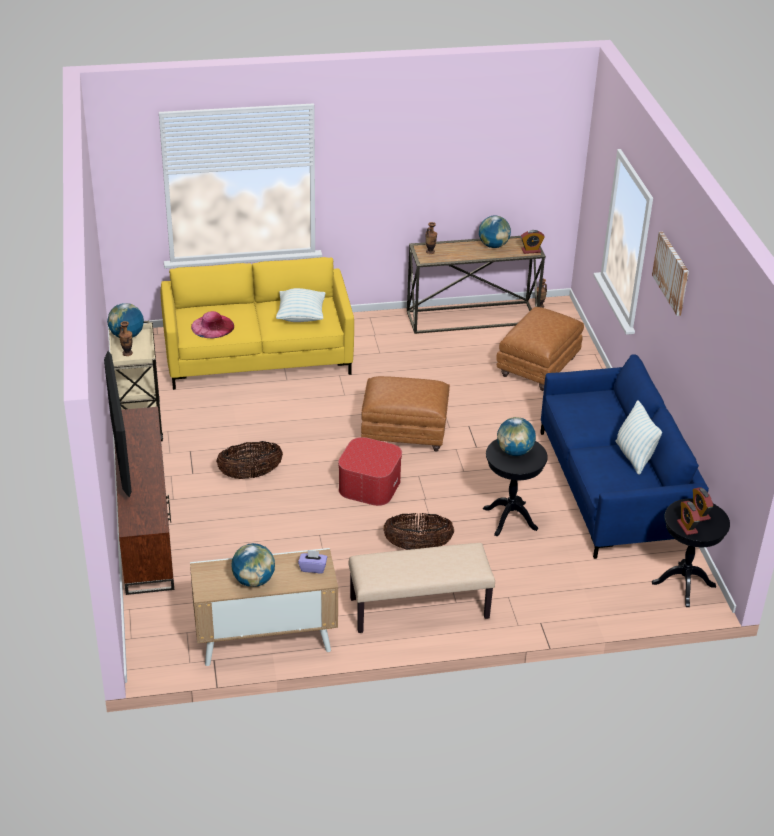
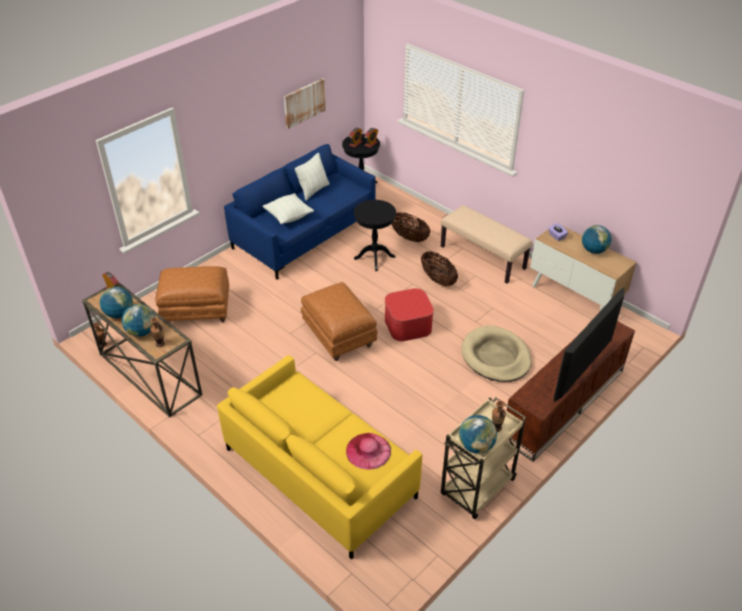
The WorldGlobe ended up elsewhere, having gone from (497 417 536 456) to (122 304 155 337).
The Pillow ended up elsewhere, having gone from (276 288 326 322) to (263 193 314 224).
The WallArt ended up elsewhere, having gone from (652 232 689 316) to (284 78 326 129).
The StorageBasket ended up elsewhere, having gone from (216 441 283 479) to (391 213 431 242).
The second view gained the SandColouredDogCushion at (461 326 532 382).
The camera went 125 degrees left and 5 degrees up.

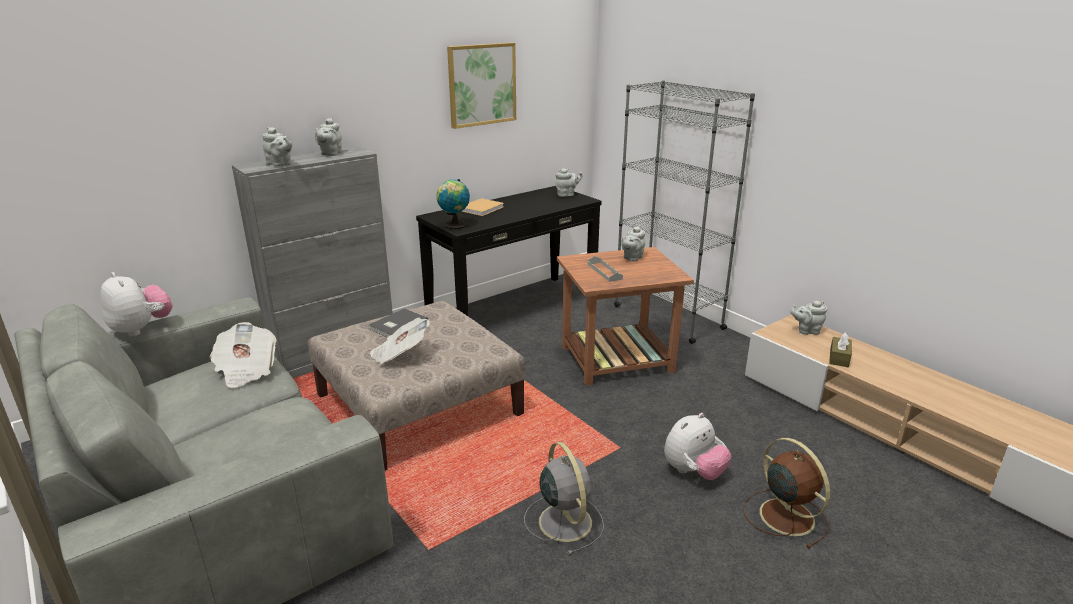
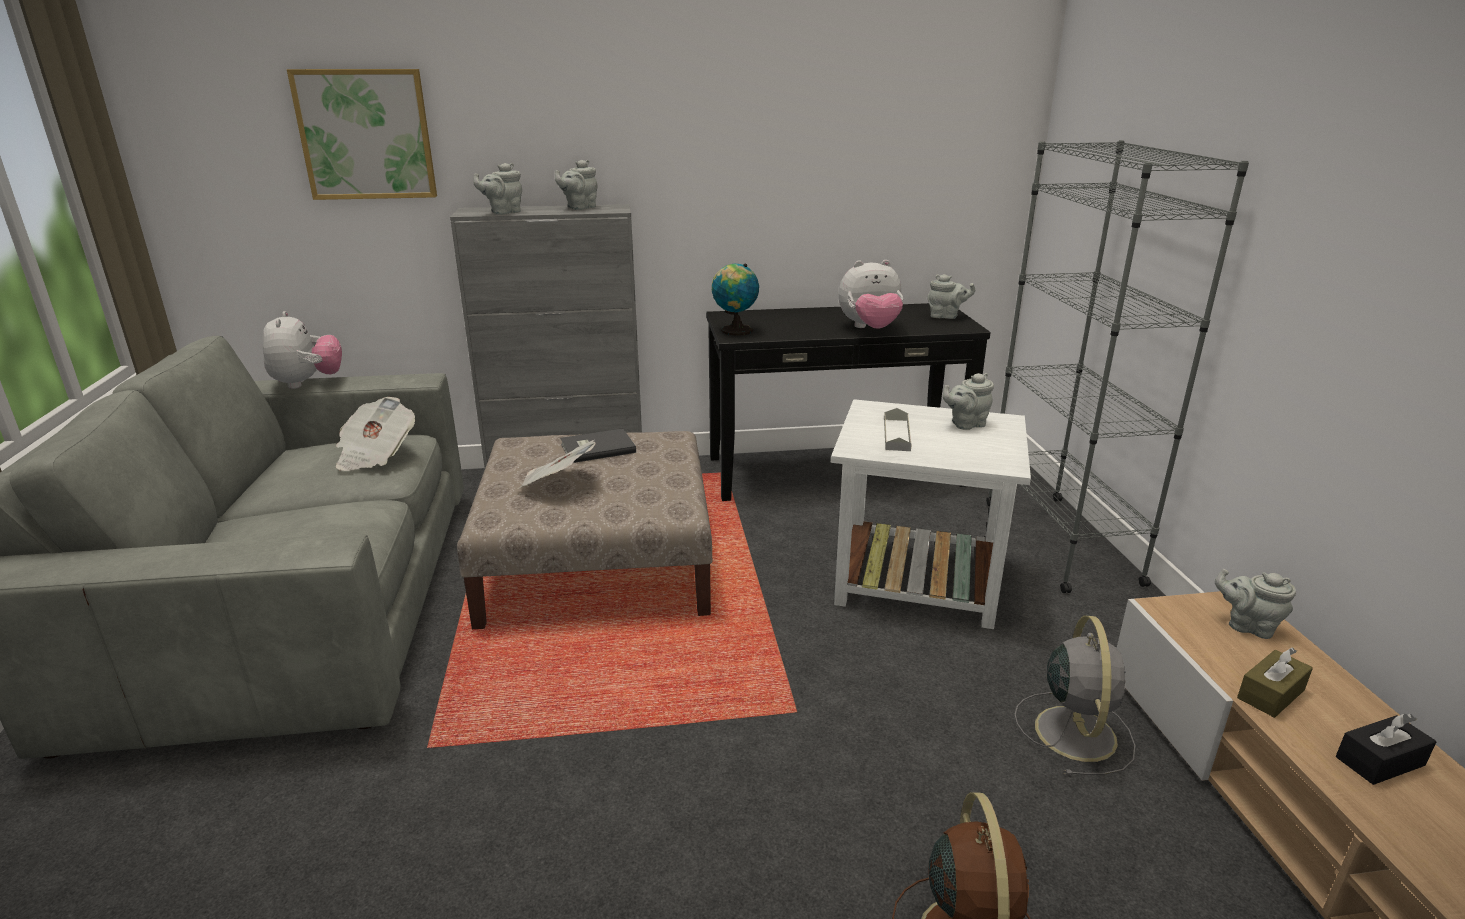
The WallArt ended up elsewhere, having gone from (447 43 516 129) to (287 69 437 200).
The GreyishTeaPot at (262 127 292 166) ended up facing another way, 75 degrees clockwise from before.
What was the BrownSideTable at (557 247 694 386) turned into the WhiteSideTable at (831 399 1031 629).
The CuddlyToy ended up elsewhere, having gone from (664 413 732 480) to (838 260 904 329).
The GreyishElectricFan ended up elsewhere, having gone from (524 442 604 555) to (1014 615 1136 776).
The second view gained the BlackColouredBoxOfTissues at (1336 714 1436 785).
The second view lost the SandColouredBoundBook at (461 198 504 216).
The camera went 30 degrees right and 0 degrees up.

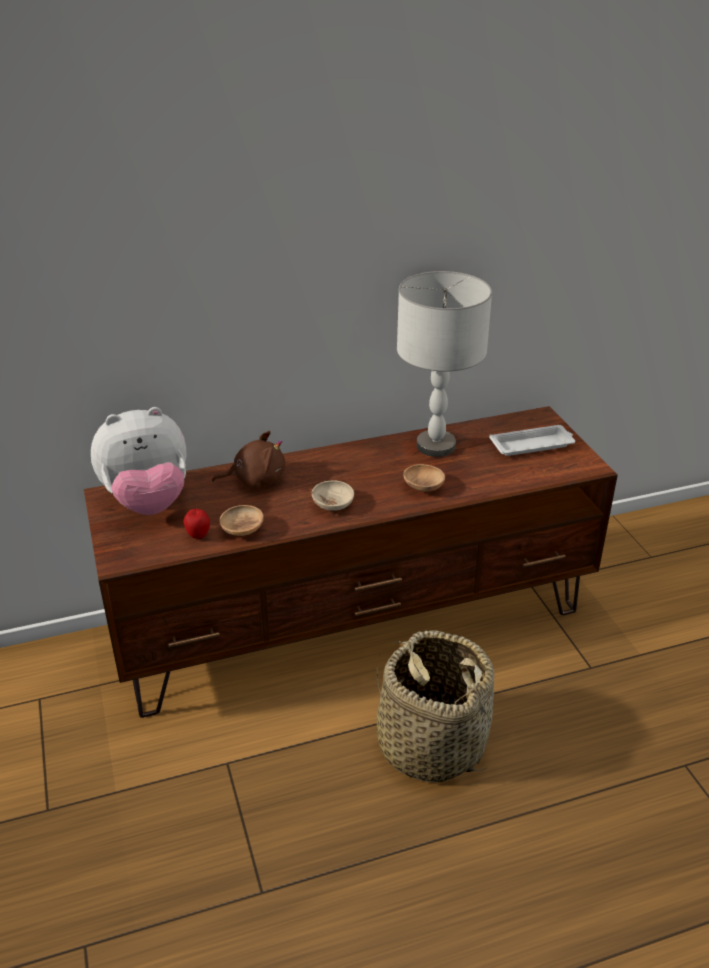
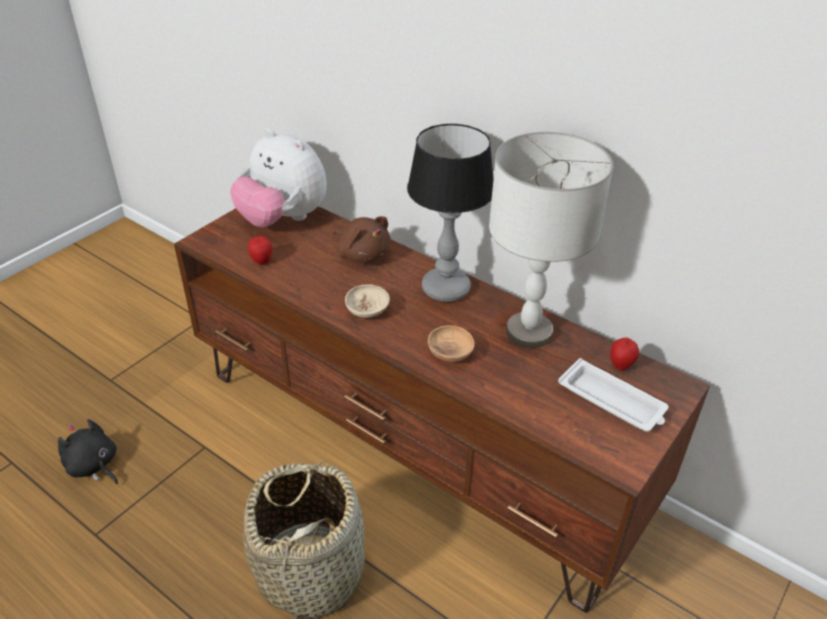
The second view gained the BlackColouredCuddlyToy at (58 419 118 484).
The second view gained the TableLamp at (407 124 494 302).
The second view gained the AppleFruit at (610 337 639 371).
The second view lost the BrownServingBowl at (219 505 264 536).
The camera went 55 degrees right and 5 degrees up.

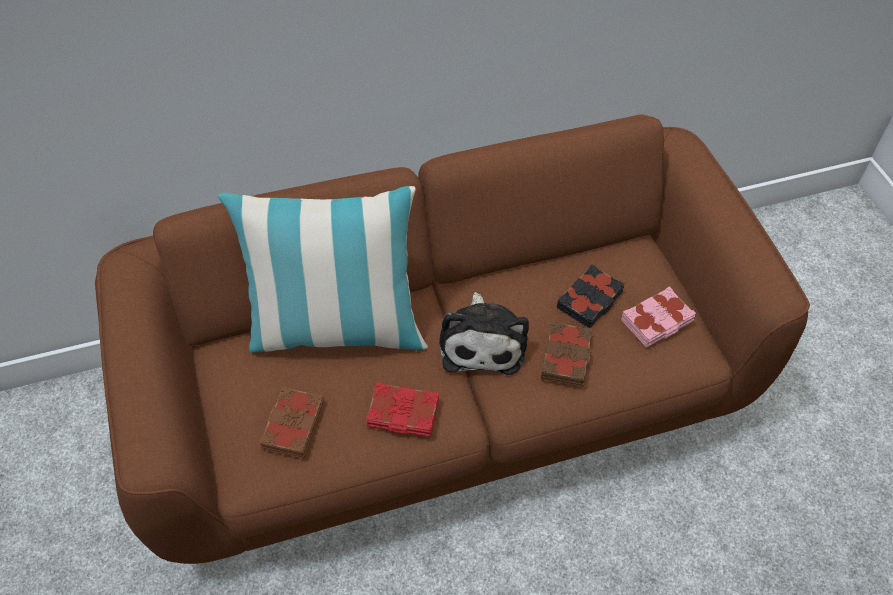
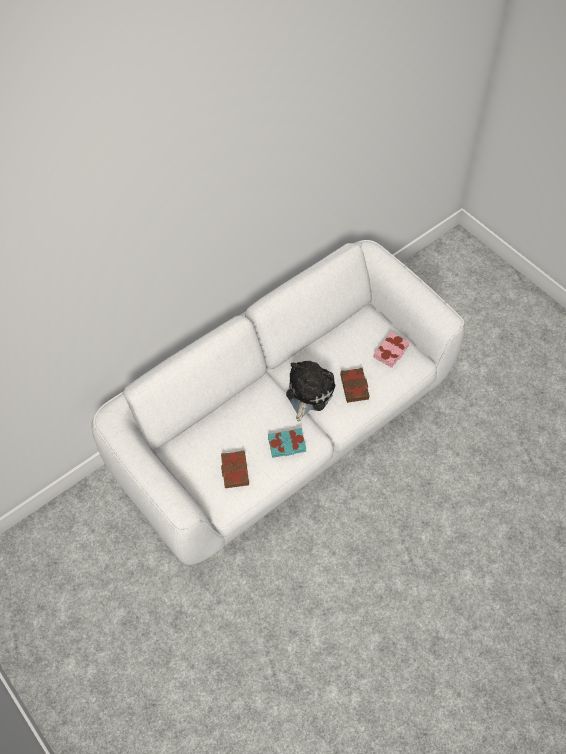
What was the BrownSettee at (95 114 810 564) turned into the WhiteSettee at (91 240 465 565).
What was the RedBoundBook at (366 382 439 437) turned into the TurquoiseBoundBook at (268 428 306 458).
The CuddlyToy at (439 292 529 375) ended up facing another way, 135 degrees counterclockwise from before.
The second view lost the Pillow at (217 186 428 353).
The second view lost the BlackColouredBoundBook at (557 264 625 328).
The camera went 20 degrees left and 5 degrees up.

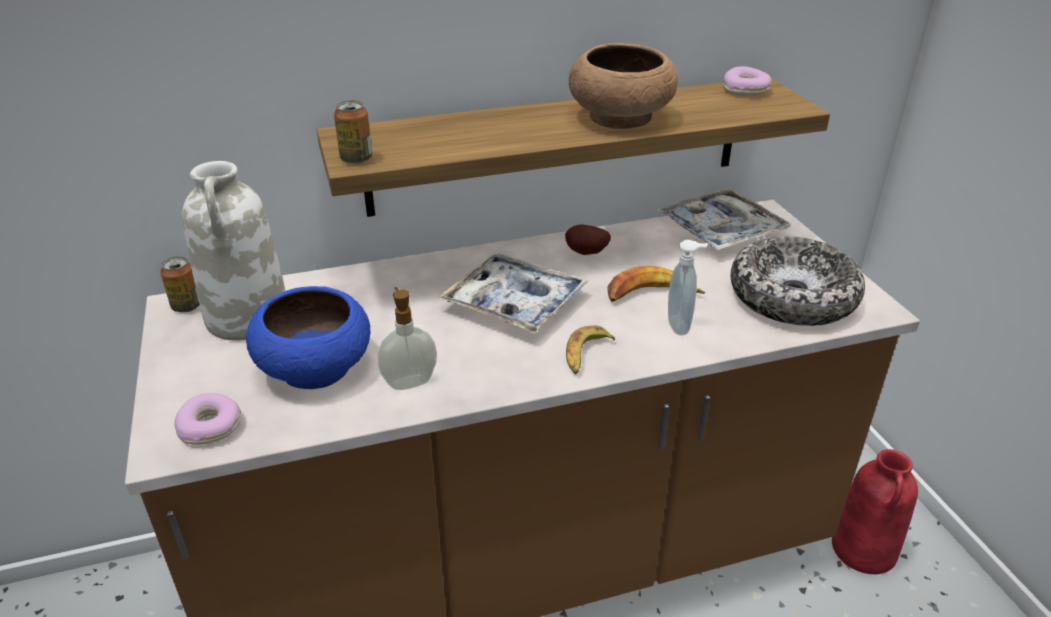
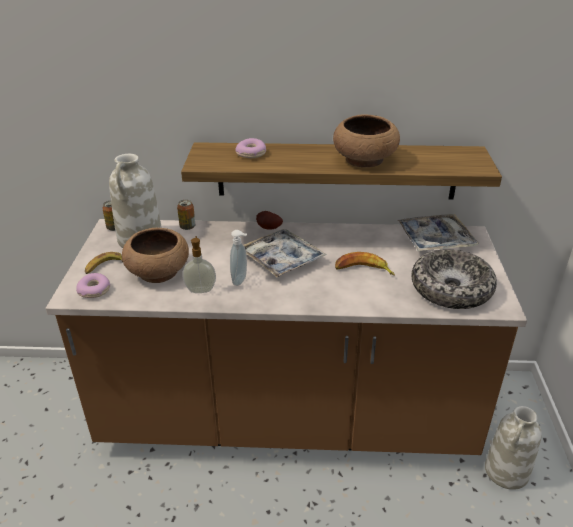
The BananaFruit ended up elsewhere, having gone from (566 325 615 374) to (85 252 123 274).
What was the BlueColouredServingBowl at (246 286 371 389) turned into the BrownServingBowl at (122 228 189 283).
The Can ended up elsewhere, having gone from (334 100 372 164) to (177 200 195 230).
The SoapDispenser ended up elsewhere, having gone from (668 240 707 335) to (230 230 247 286).
The Doughnut ended up elsewhere, having gone from (723 66 771 96) to (235 138 266 158).
The WholePotato ended up elsewhere, having gone from (565 225 611 255) to (256 211 283 230).
What was the RedFlowerVase at (832 449 918 574) turned into the WhiteFlowerVase at (485 406 542 490).
The camera went 20 degrees right and 0 degrees up.

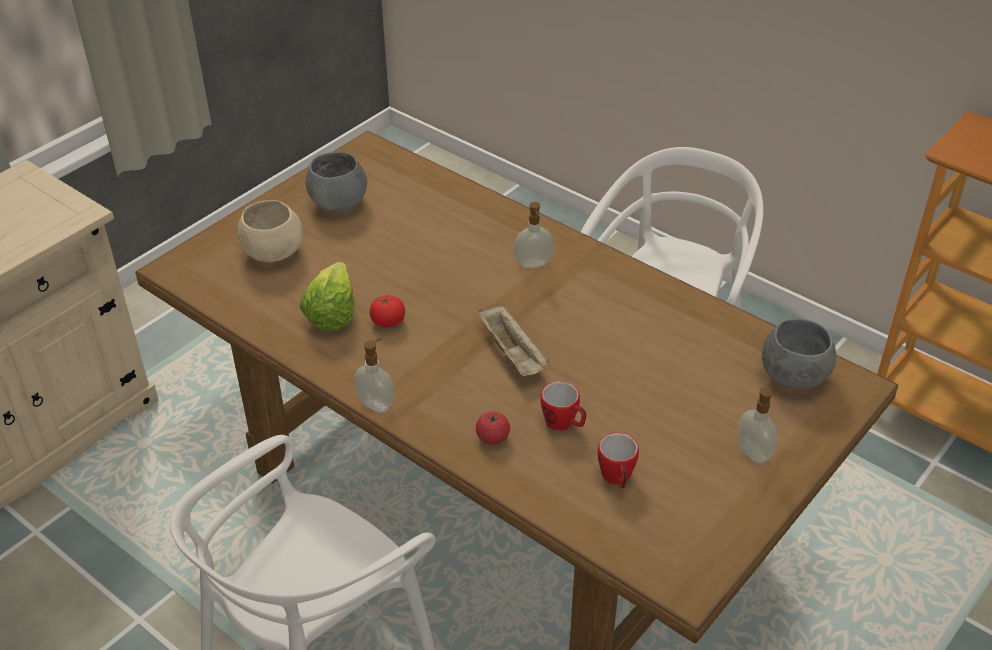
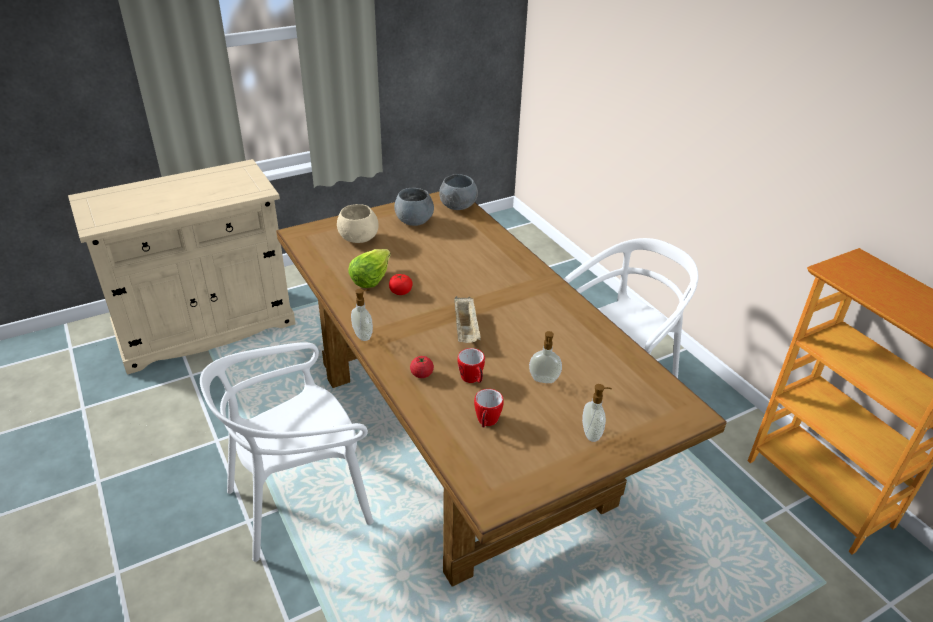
The GreyishServingBowl ended up elsewhere, having gone from (762 319 836 389) to (439 174 478 210).
The SoapDispenser ended up elsewhere, having gone from (514 202 554 268) to (529 331 562 383).
The camera went 20 degrees right and 5 degrees down.

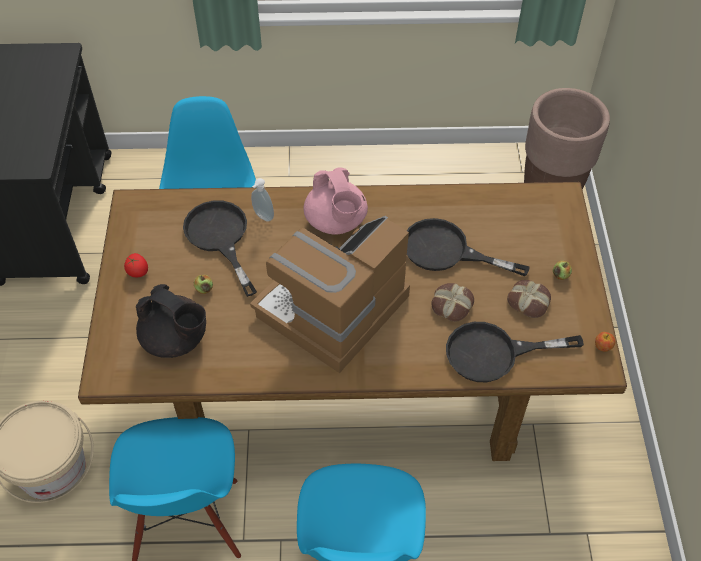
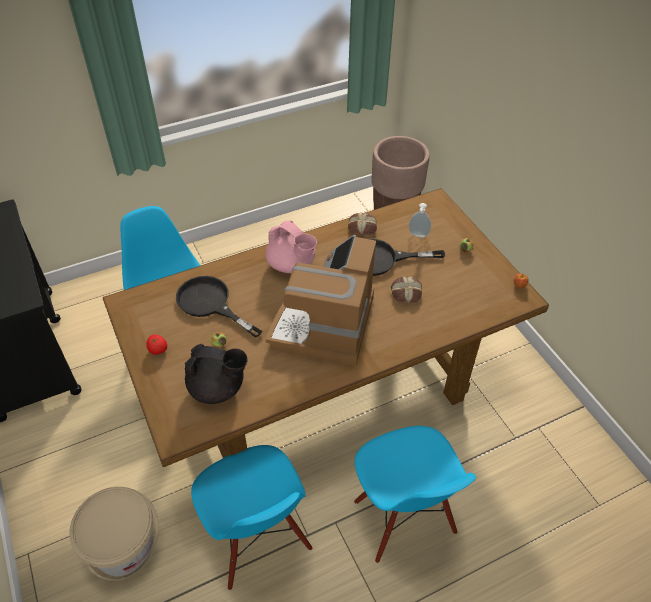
The Bread ended up elsewhere, having gone from (507 280 551 318) to (348 213 377 236).
The SoapDispenser ended up elsewhere, having gone from (251 178 274 222) to (409 203 431 237).
The second view lost the BlackColouredSkillet at (446 322 584 382).
The camera went 25 degrees left and 5 degrees down.

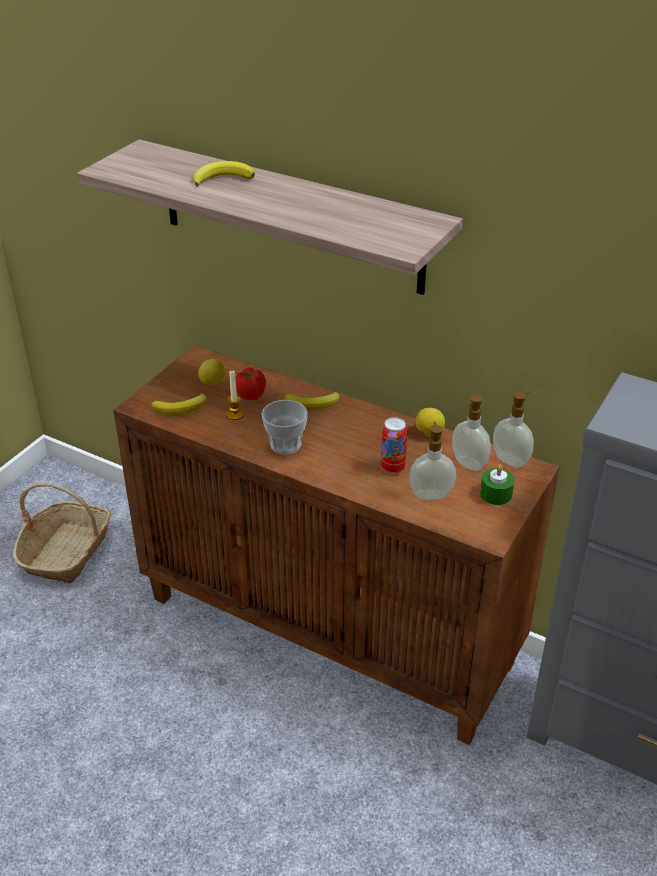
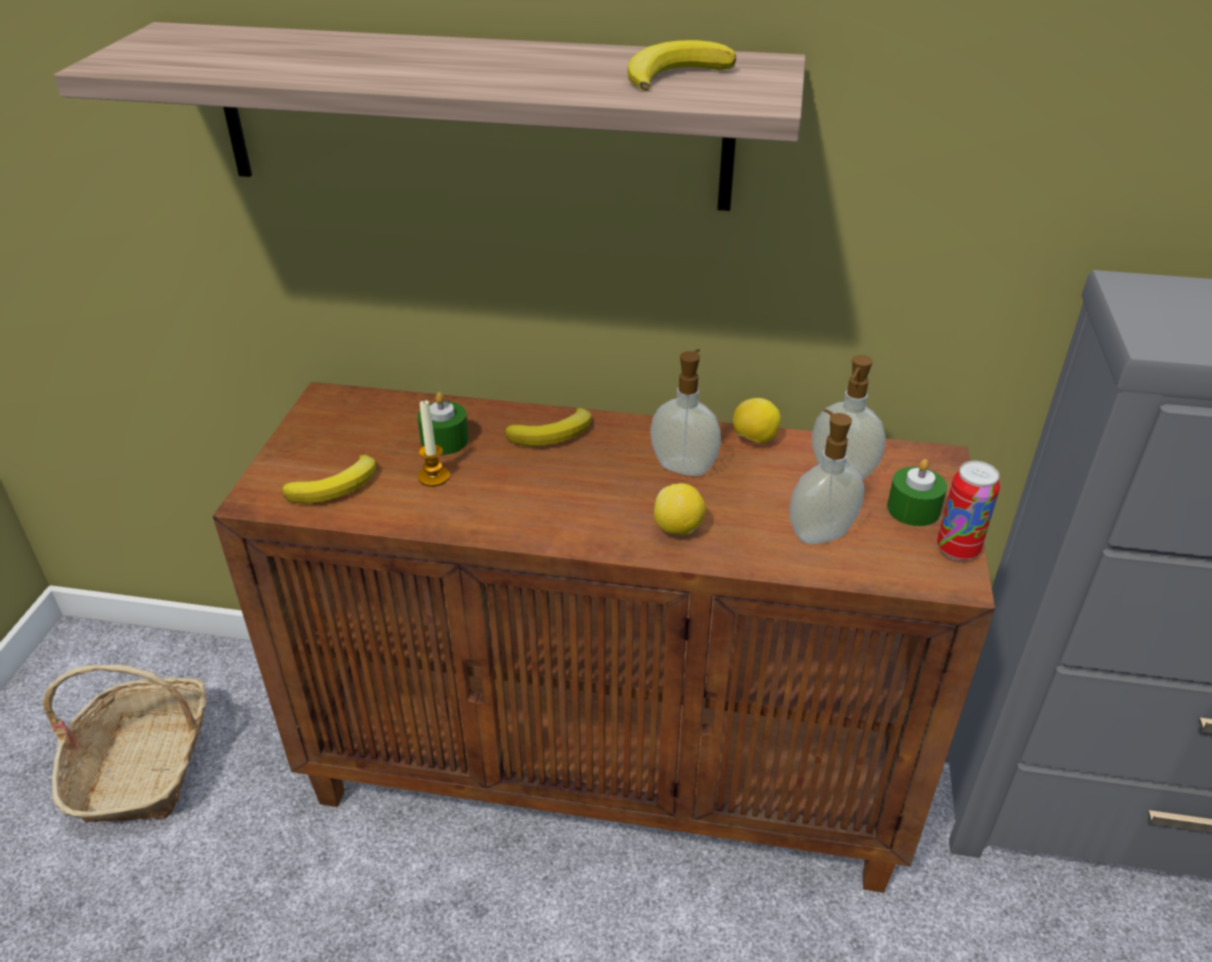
Where the FreshTomato stood at (235 367 266 400), the GreenWaxCandle came to stand at (417 392 469 455).
The BananaFruit ended up elsewhere, having gone from (194 161 255 187) to (628 40 736 91).
The SoapDispenser ended up elsewhere, having gone from (493 391 534 468) to (650 349 721 476).
The Lemon ended up elsewhere, having gone from (198 359 226 386) to (654 483 706 535).
The Can ended up elsewhere, having gone from (381 417 408 474) to (937 461 1000 561).
The second view lost the Cup at (262 400 308 455).
The camera went 20 degrees left and 0 degrees up.

